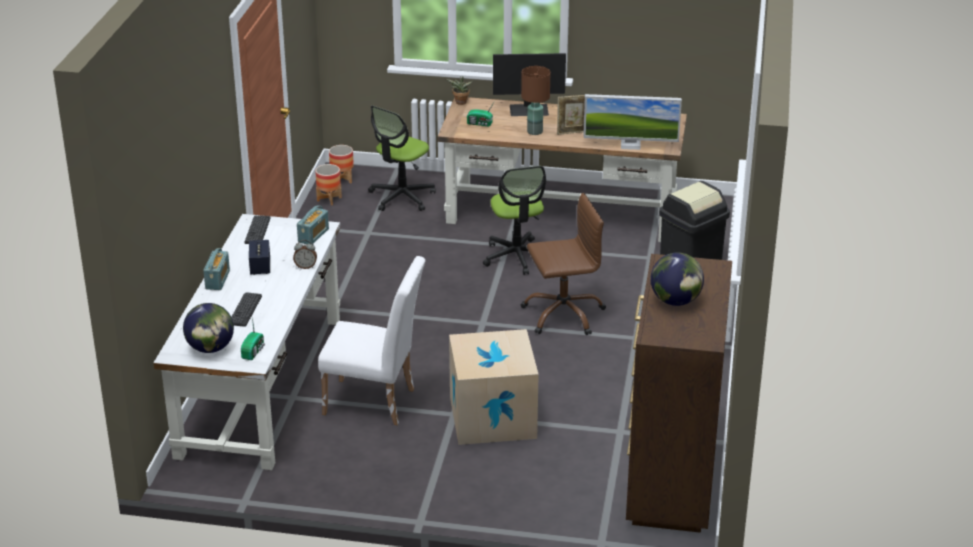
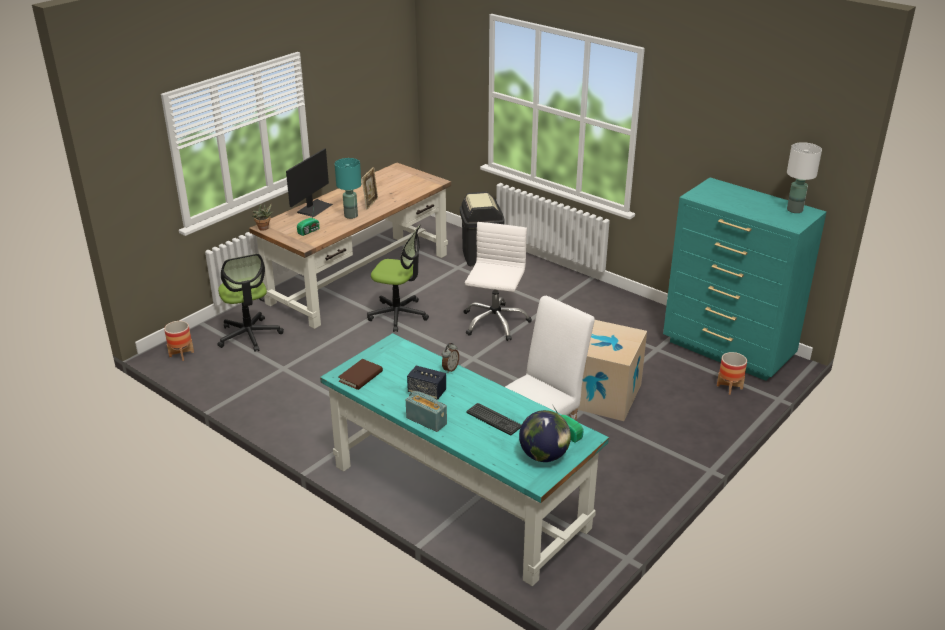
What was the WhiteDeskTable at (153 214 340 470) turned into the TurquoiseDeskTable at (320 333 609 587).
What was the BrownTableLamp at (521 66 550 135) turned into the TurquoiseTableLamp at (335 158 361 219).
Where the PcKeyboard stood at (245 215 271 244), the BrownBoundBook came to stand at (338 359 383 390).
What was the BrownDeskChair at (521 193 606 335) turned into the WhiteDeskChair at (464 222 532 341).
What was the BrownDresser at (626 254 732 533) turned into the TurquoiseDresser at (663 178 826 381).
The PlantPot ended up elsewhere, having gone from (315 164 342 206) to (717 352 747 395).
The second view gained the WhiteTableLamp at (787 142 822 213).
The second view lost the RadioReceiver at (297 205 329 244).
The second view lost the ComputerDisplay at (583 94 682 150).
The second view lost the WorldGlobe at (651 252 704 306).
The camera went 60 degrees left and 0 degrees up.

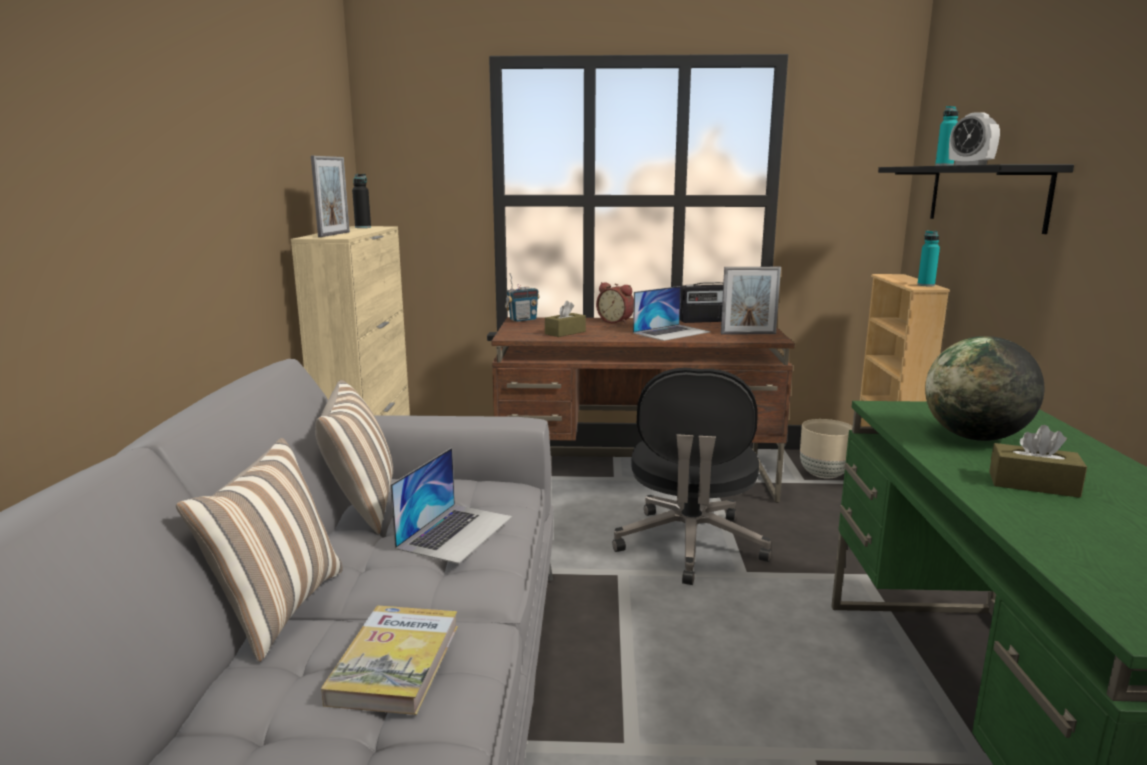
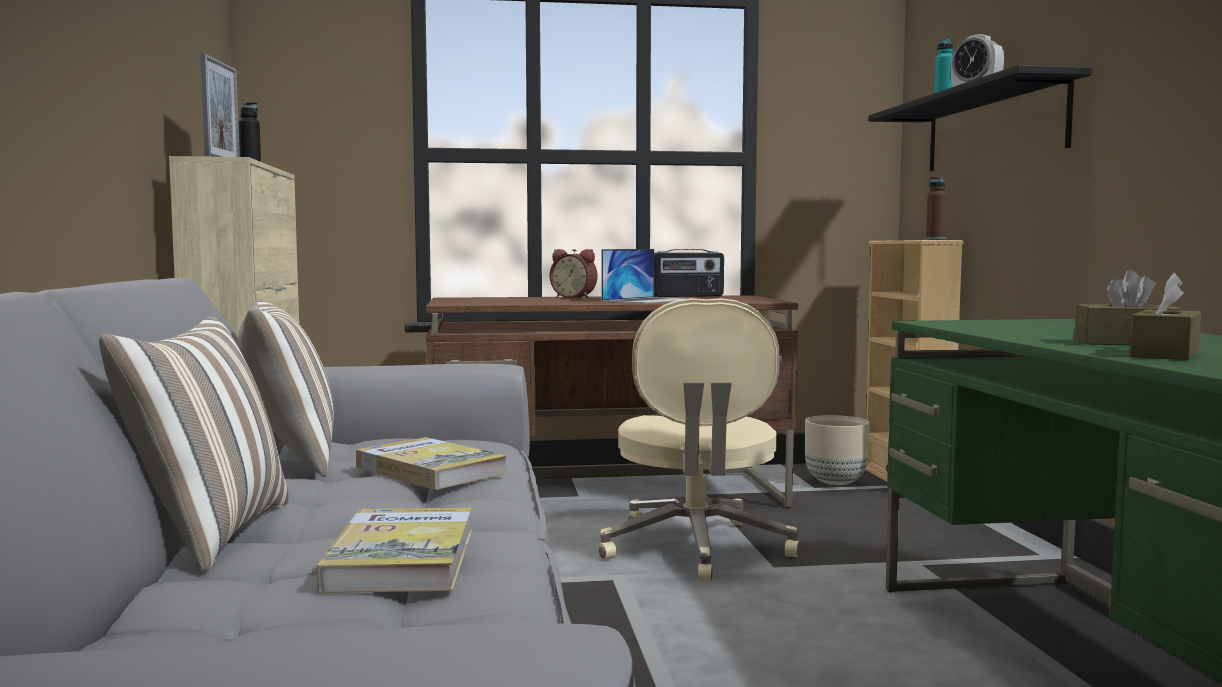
Where the Laptop stood at (390 448 512 564), the BoundBook came to stand at (356 437 507 490).
What was the BlackColouredDeskChair at (612 368 772 585) turned into the SandColouredDeskChair at (598 298 799 582).
What was the TurquoiseBeverageBottle at (917 230 940 286) turned into the BrownBeverageBottle at (926 177 947 240).
The BrownBoxOfTissues ended up elsewhere, having gone from (545 301 586 337) to (1130 273 1201 360).
The second view lost the RadioReceiver at (505 273 539 322).
The second view lost the StandingFrame at (721 267 781 334).
The second view lost the WorldGlobe at (925 336 1044 441).
The camera went 10 degrees left and 10 degrees down.

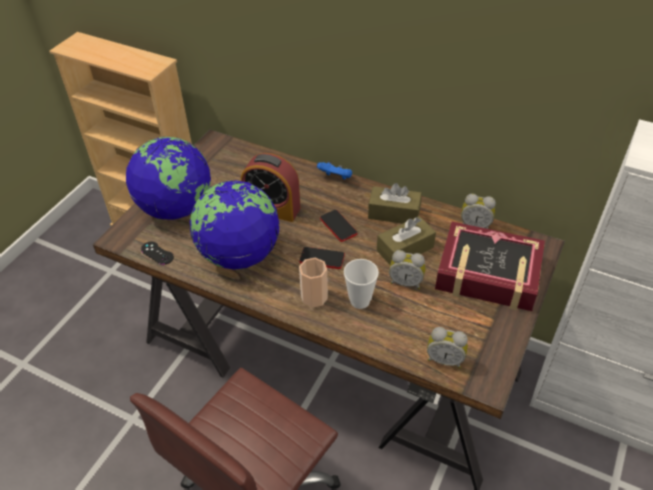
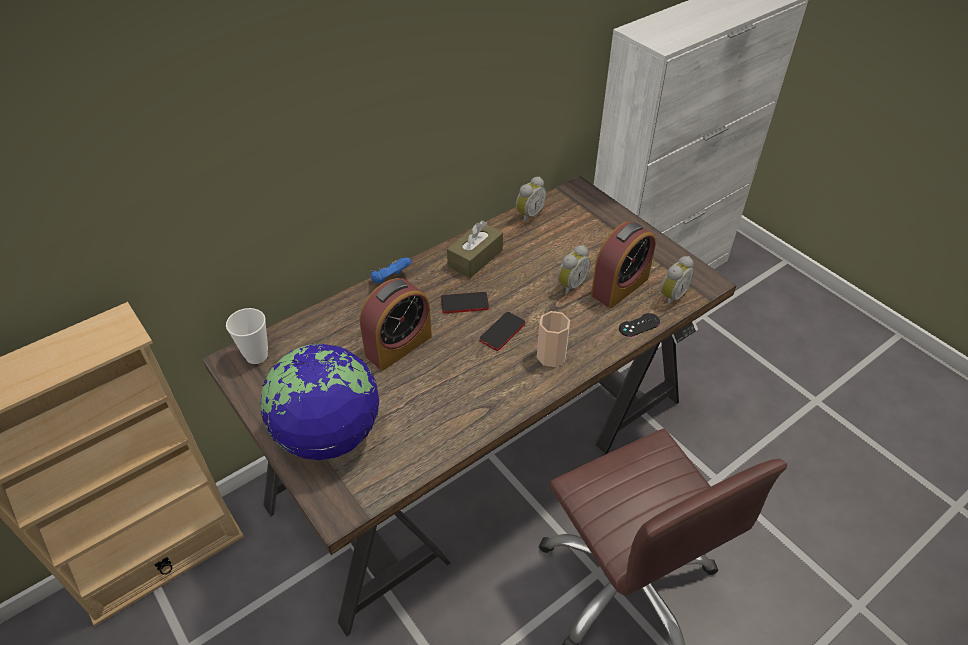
The Cup ended up elsewhere, having gone from (344 259 379 309) to (226 308 268 364).
The second view gained the AlarmClock at (591 221 656 308).
The BlackColouredGameController ended up elsewhere, having gone from (141 242 174 265) to (619 313 660 337).
The second view lost the WorldGlobe at (190 180 279 270).
The second view lost the BrownBoxOfTissues at (377 216 436 265).
The second view lost the BoundBook at (435 222 545 311).
The camera went 65 degrees left and 0 degrees up.

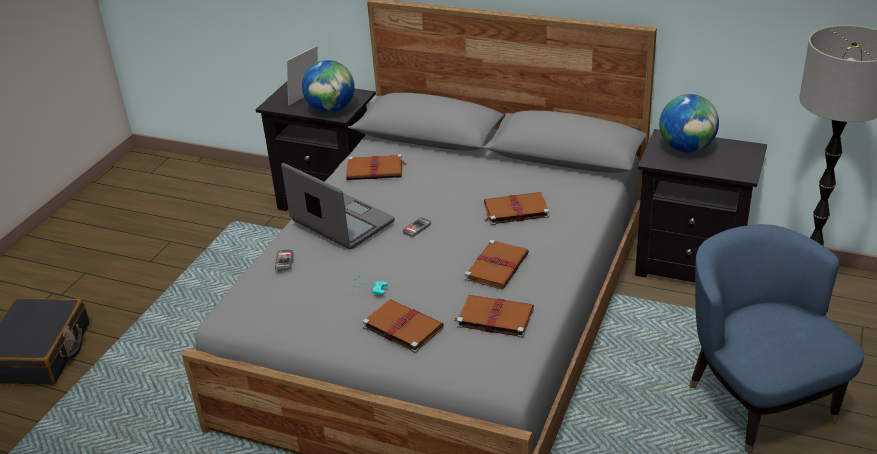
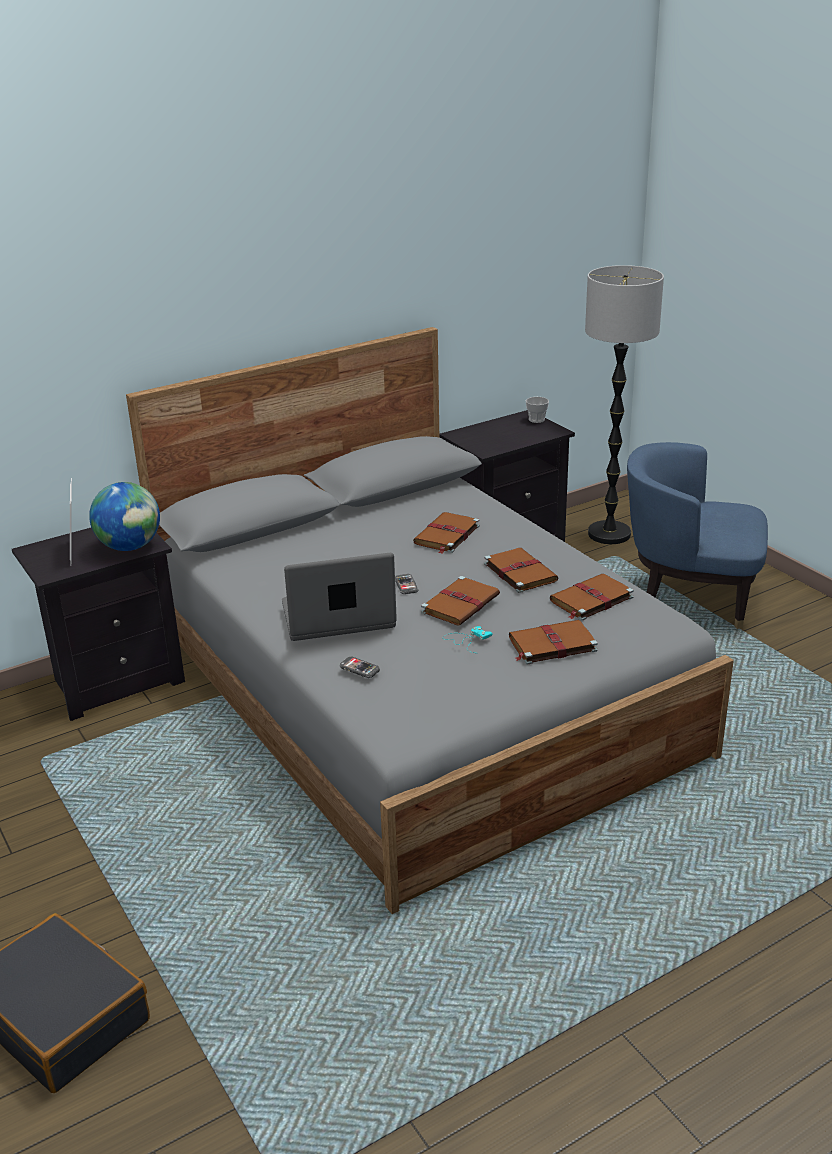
The BrownBoundBook ended up elsewhere, having gone from (346 154 407 180) to (421 576 500 625).
The second view gained the Cup at (526 397 549 423).
The second view lost the WorldGlobe at (659 94 719 153).
The camera went 55 degrees left and 5 degrees down.

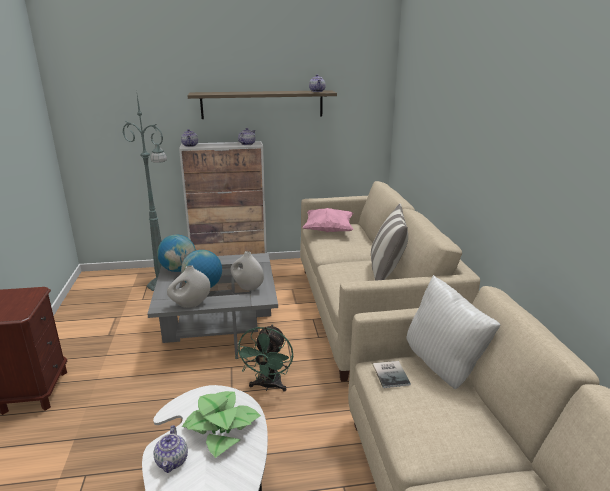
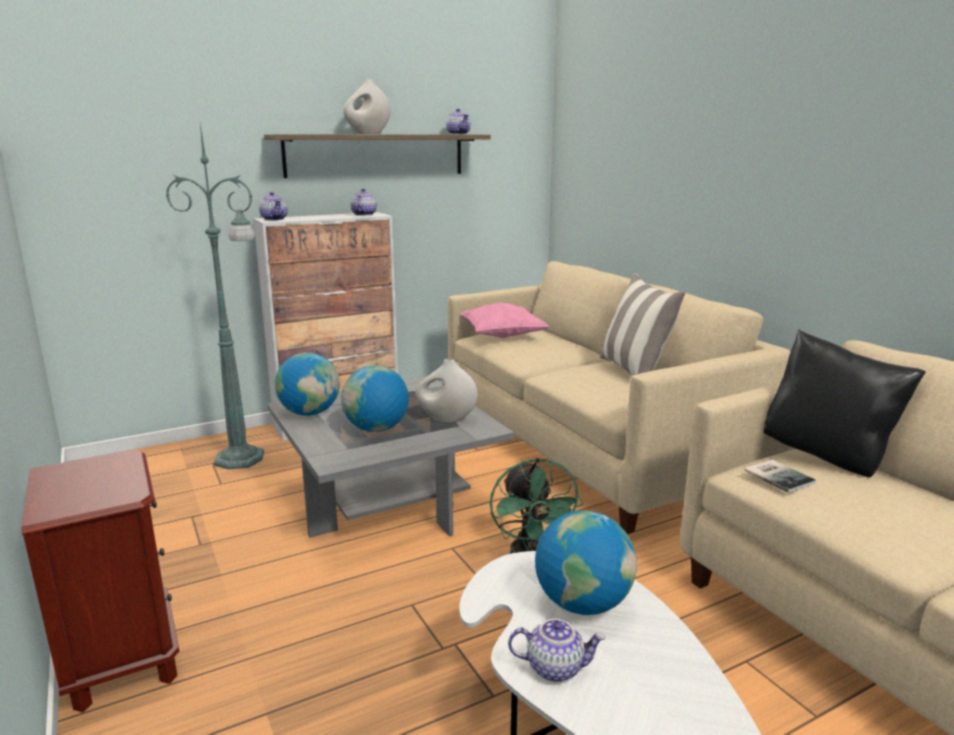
The WhiteFlowerVase ended up elsewhere, having gone from (167 265 211 308) to (343 79 390 134).
The TeaPot at (154 426 188 473) ended up facing another way, 60 degrees counterclockwise from before.
Where the PlantInAPot stood at (182 391 261 458), the WorldGlobe came to stand at (535 511 637 615).
What was the WhitePillow at (406 275 500 389) turned into the BlackColouredPillow at (764 329 926 477).
The camera went 20 degrees left and 5 degrees down.

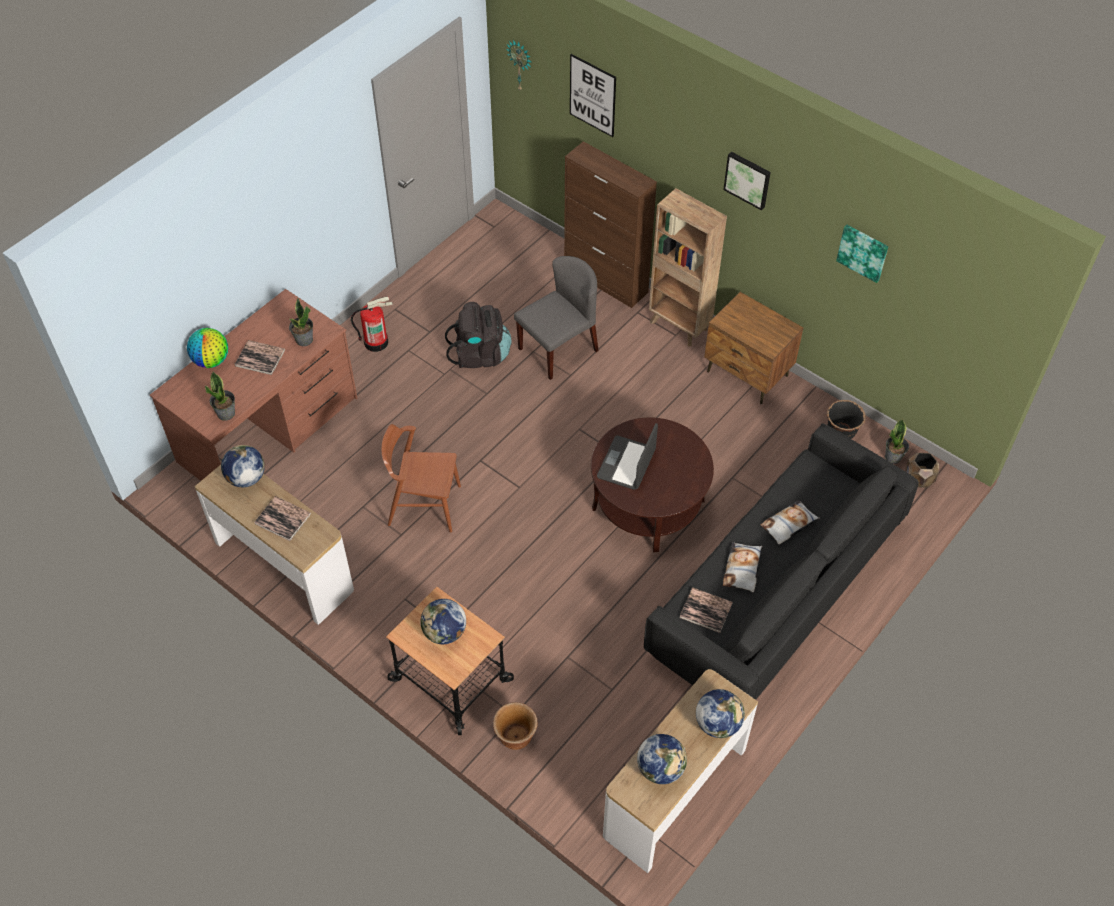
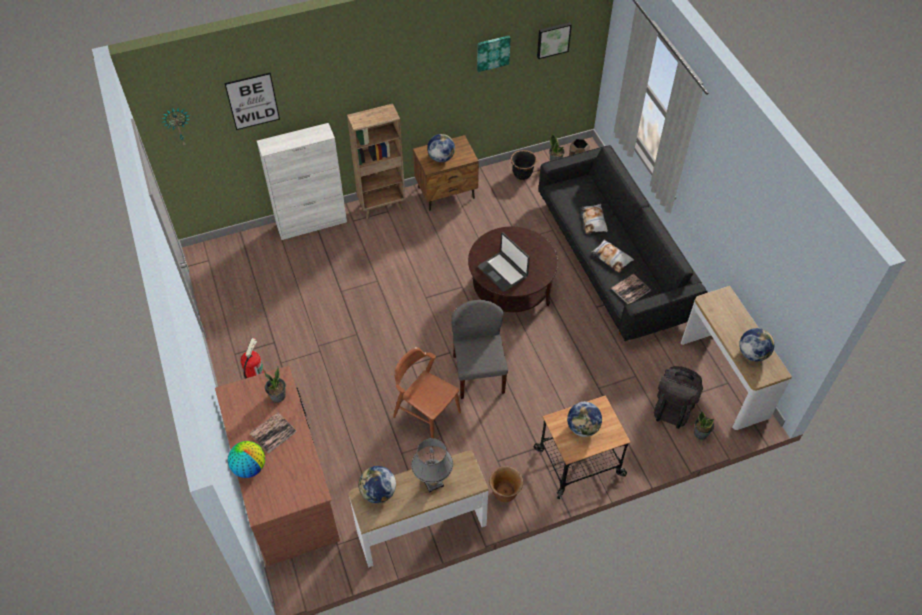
What was the BrownCupboard at (564 141 657 308) turned into the WhiteCupboard at (257 123 347 240).
The BrownChair at (382 424 461 533) ended up facing another way, 90 degrees clockwise from before.
Where the BoundBook stood at (254 496 311 541), the GreyishTableLamp came to stand at (411 438 453 493).
The WorldGlobe ended up elsewhere, having gone from (696 689 745 738) to (427 134 455 162).
The GreyishChair ended up elsewhere, having gone from (514 256 599 380) to (451 300 508 399).
The BrownPlantPot ended up elsewhere, having gone from (493 702 538 750) to (489 466 523 502).
The WallArt ended up elsewhere, having gone from (723 152 771 210) to (537 22 572 59).
The BlackColouredKnapsack ended up elsewhere, having gone from (445 302 512 368) to (654 366 703 429).
The PlantInAPot ended up elsewhere, having gone from (205 372 235 420) to (694 411 714 440).
The camera went 60 degrees left and 0 degrees up.

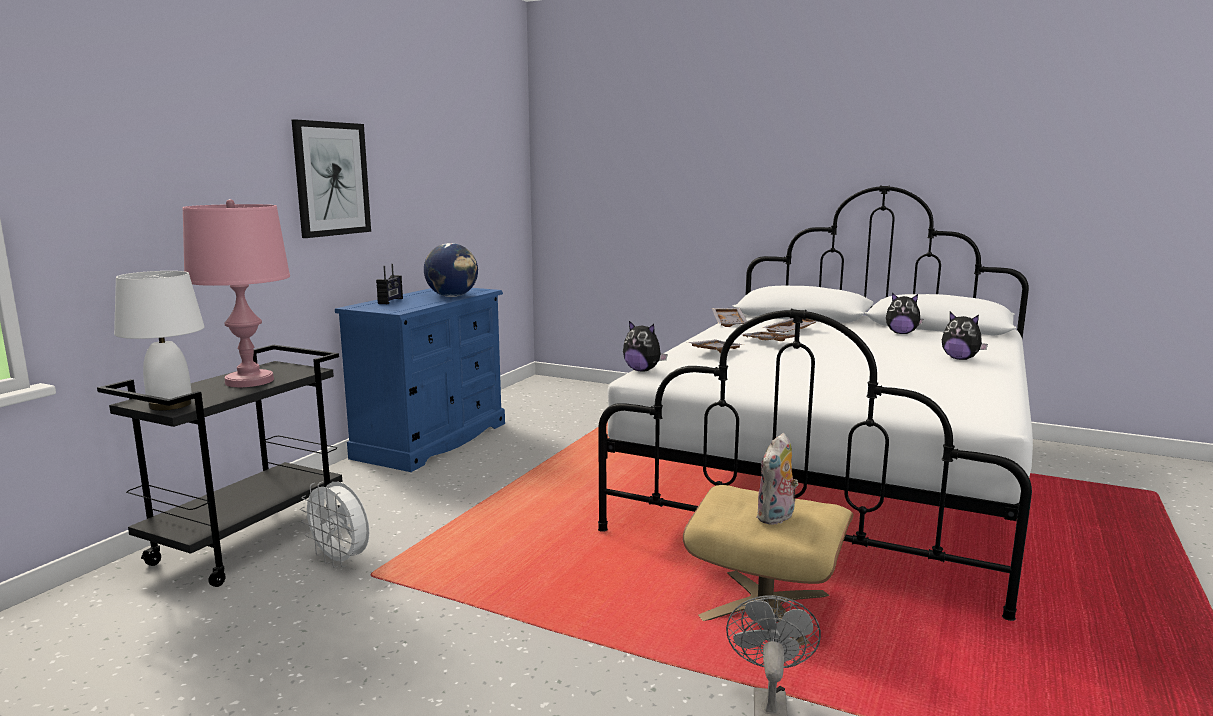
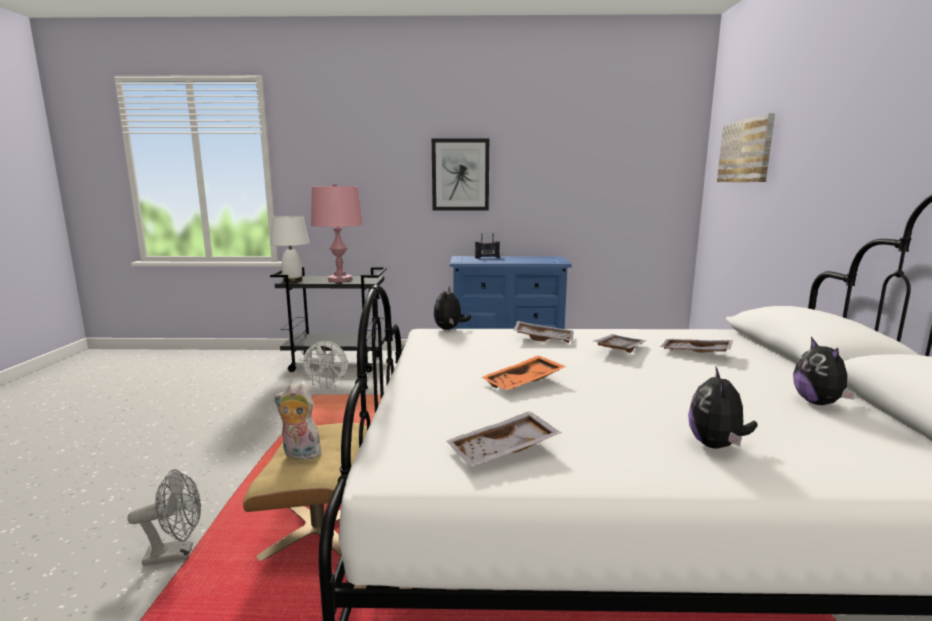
The WhiteElectricFan at (300 481 369 568) ended up facing another way, 90 degrees counterclockwise from before.
The GreyishServingTray ended up elsewhere, having gone from (712 308 747 327) to (446 411 561 466).
The second view gained the OrangeyServingTray at (481 355 566 390).
The second view gained the WallArt at (717 113 775 182).
The second view lost the WorldGlobe at (424 243 478 297).
The camera went 65 degrees right and 0 degrees up.

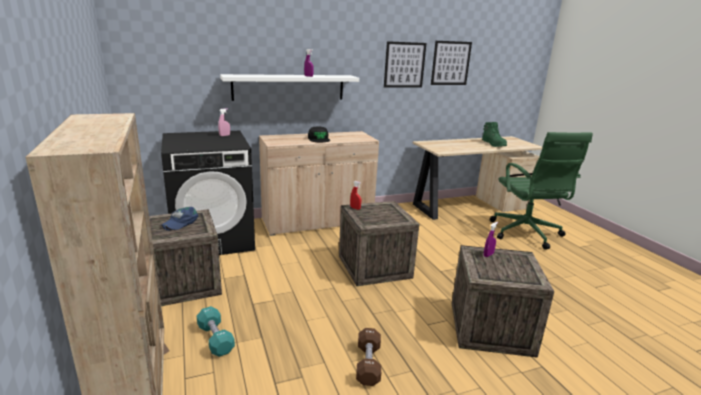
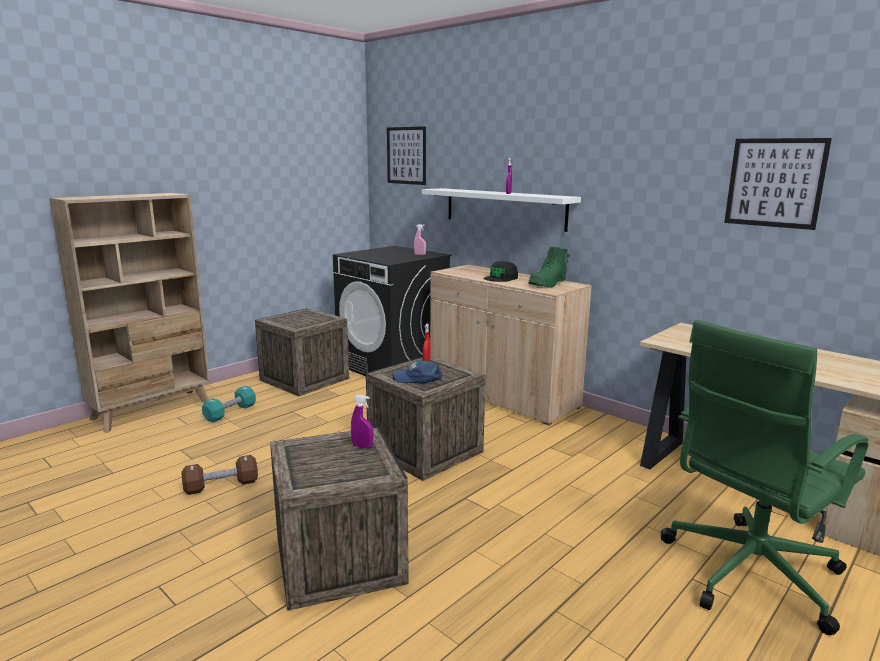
The WallArt ended up elsewhere, having gone from (384 41 427 88) to (387 126 426 185).
The BlueColouredBaseballCap ended up elsewhere, having gone from (161 207 198 231) to (393 360 442 384).
The GreenBoot ended up elsewhere, having gone from (482 122 507 147) to (528 247 570 288).
The camera went 65 degrees right and 5 degrees down.

